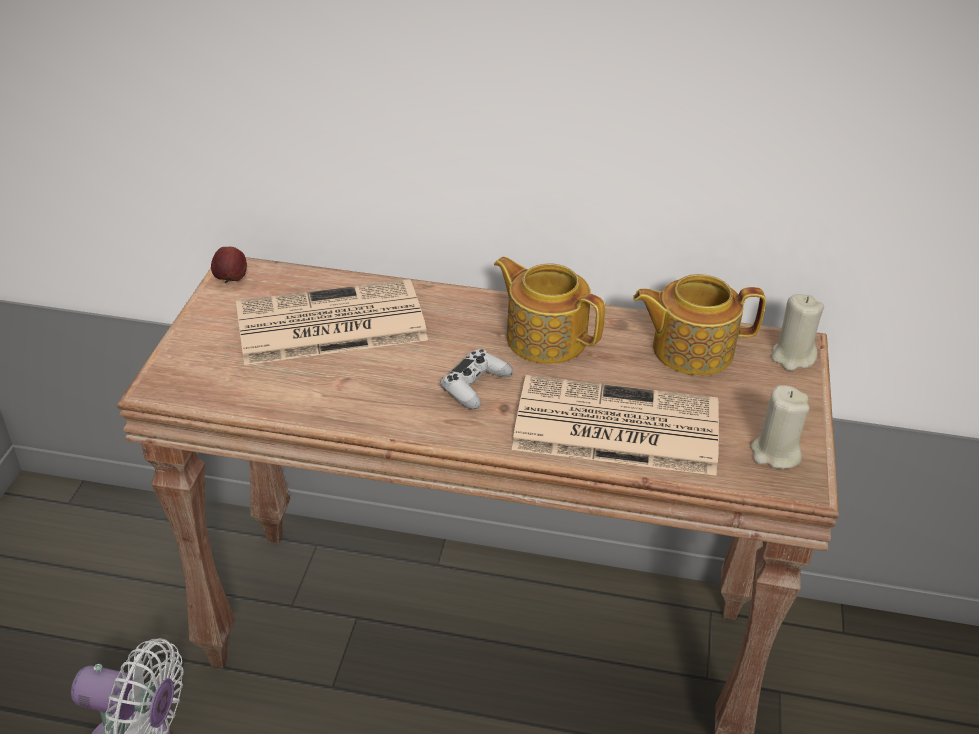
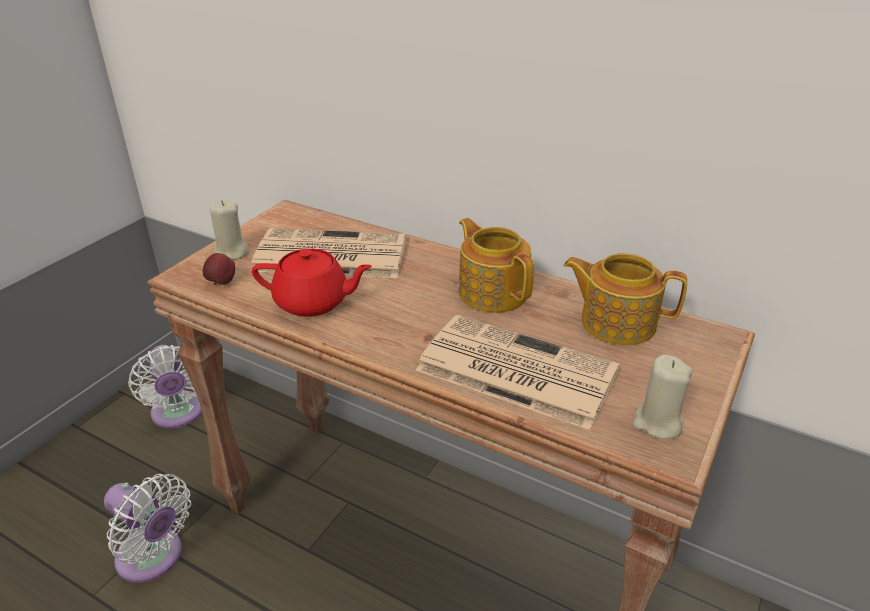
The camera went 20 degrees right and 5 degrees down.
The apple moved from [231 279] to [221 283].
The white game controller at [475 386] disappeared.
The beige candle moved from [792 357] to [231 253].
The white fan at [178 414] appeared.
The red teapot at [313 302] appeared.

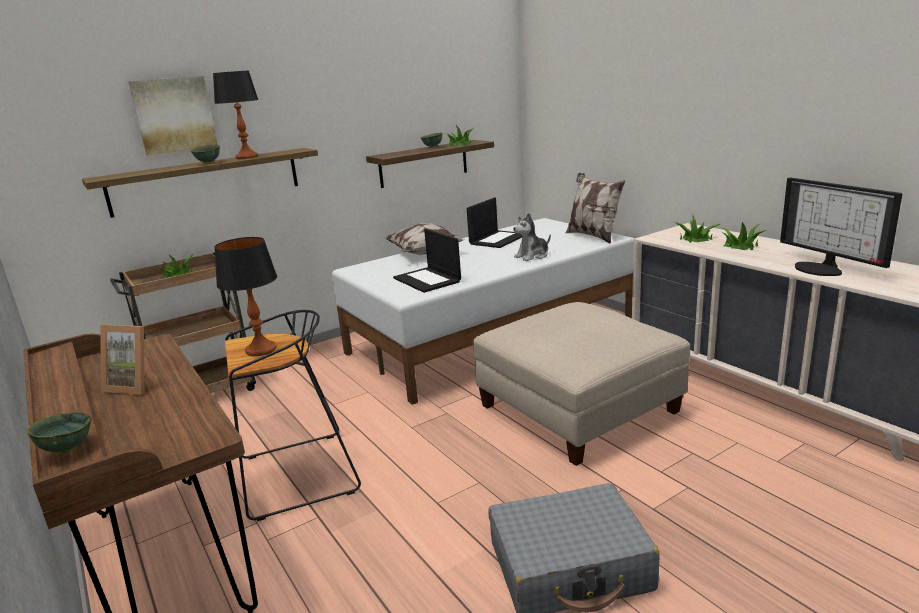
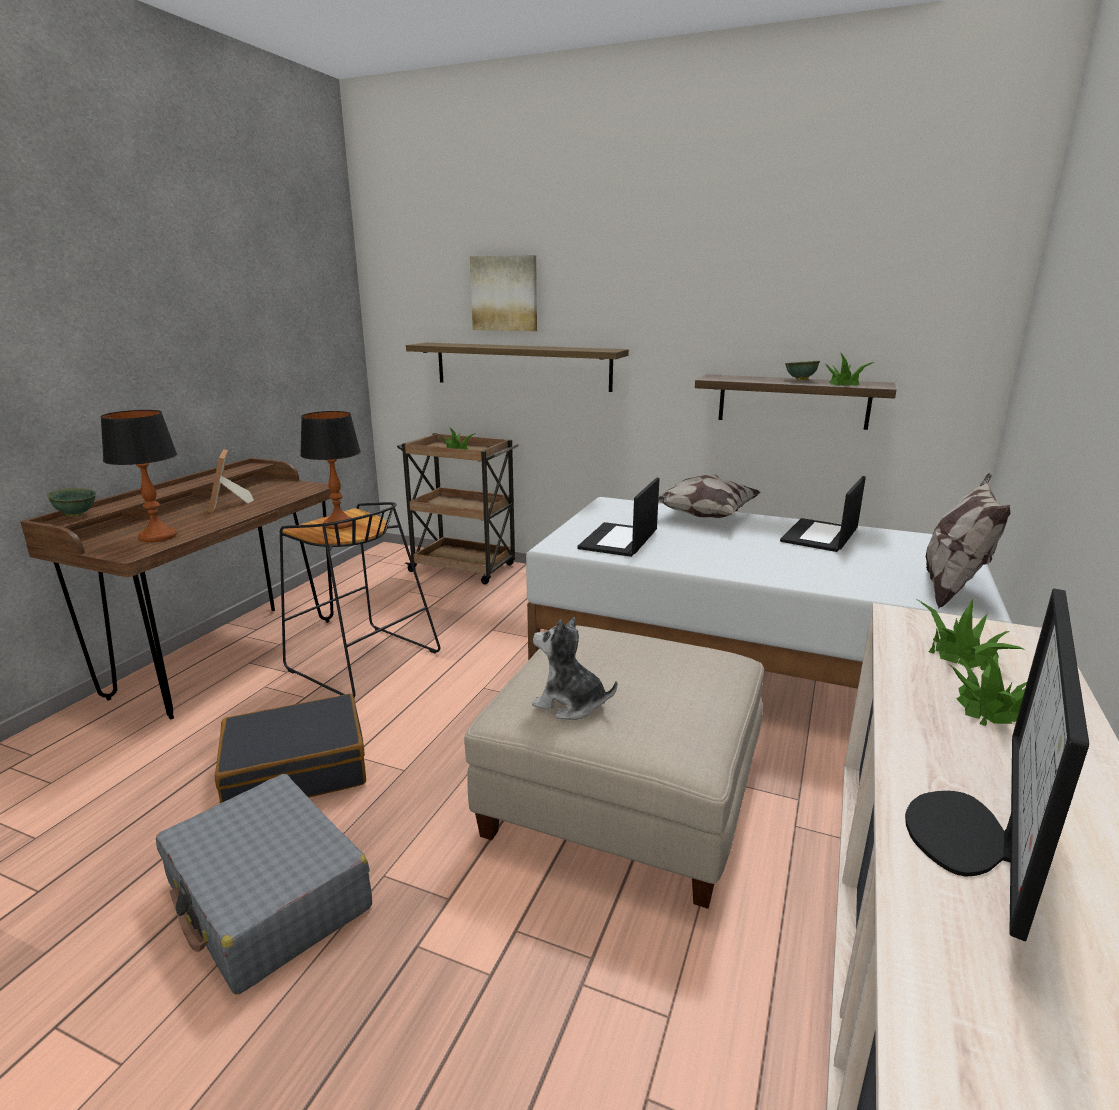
The camera went 55 degrees right and 0 degrees up.
The green bowl at [209 163] disappeared.
The table lamp moved from [247 157] to [157 536].
The laptop at [497 239] turned 120 degrees clockwise.
The plush toy moved from [532 256] to [570 704].
The black suitcase at [296 769] appeared.

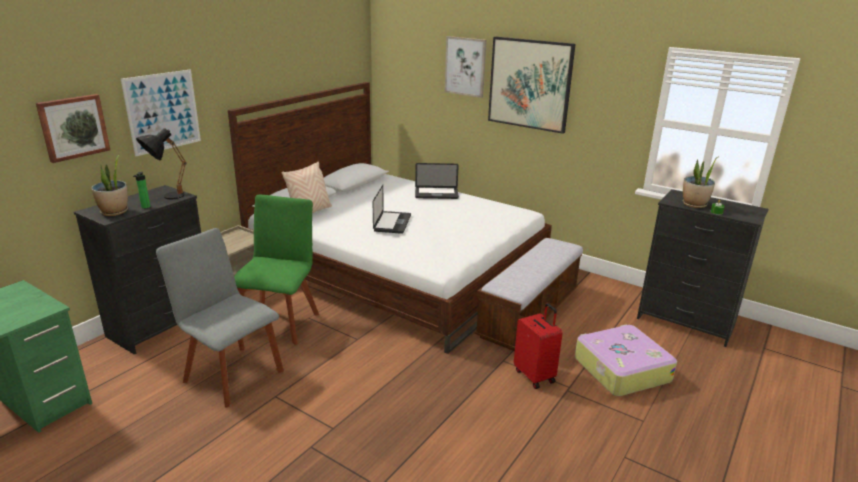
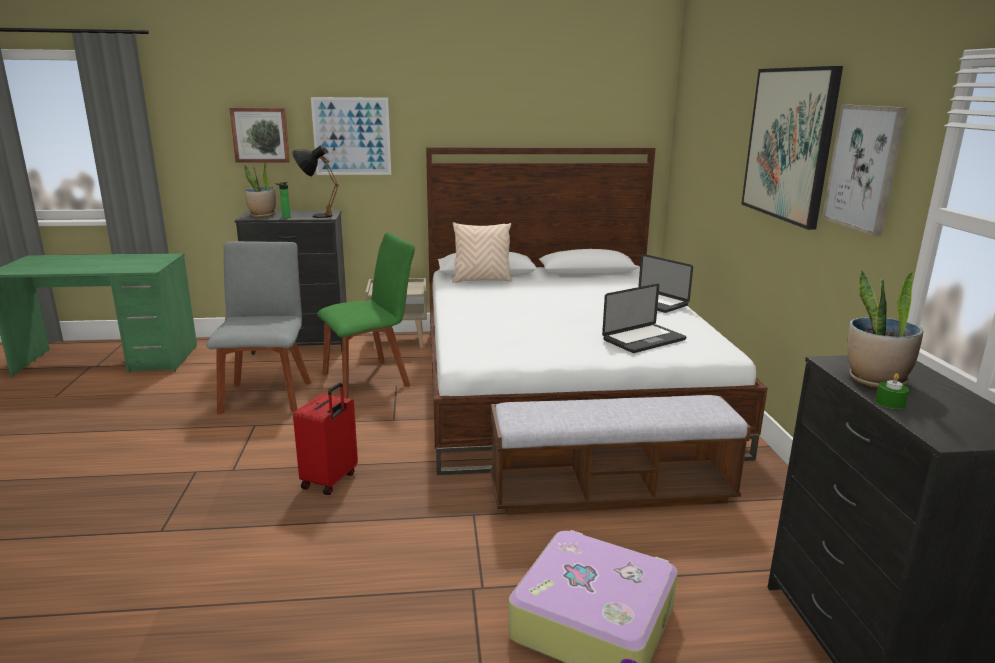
The camera went 50 degrees right and 5 degrees down.
The laptop moved from [392 223] to [644 340].
The picture moved from [465 66] to [864 168].
The red suitcase moved from [535 376] to [330 480].

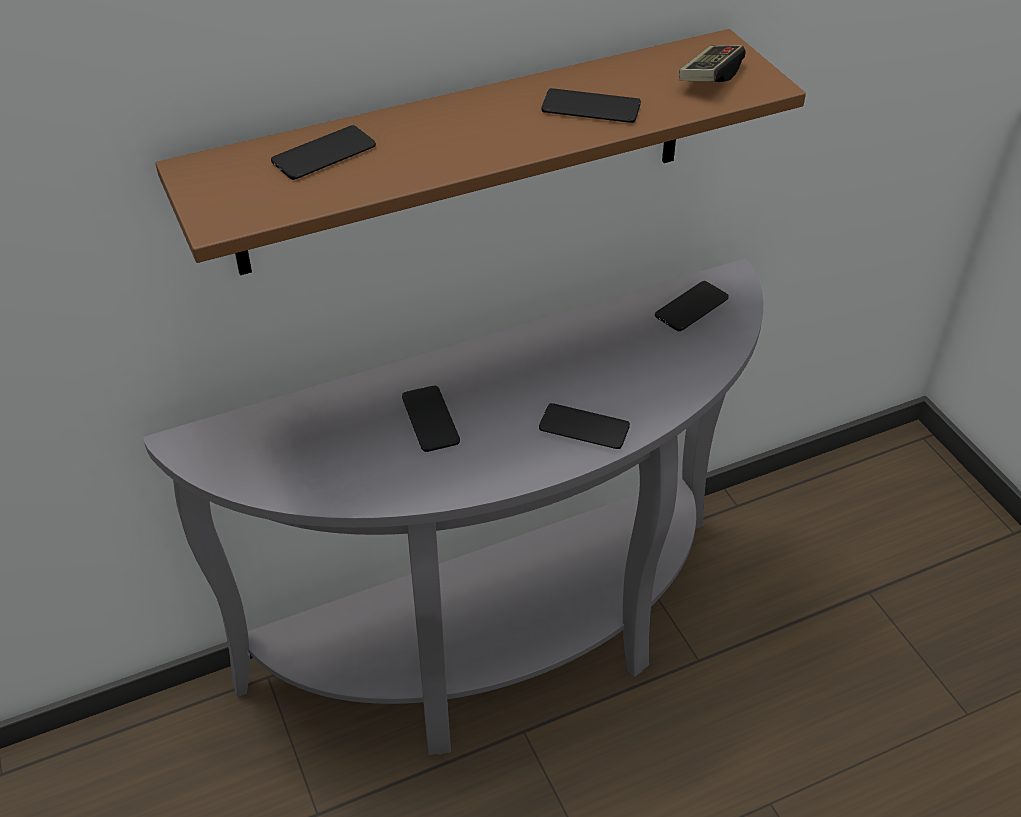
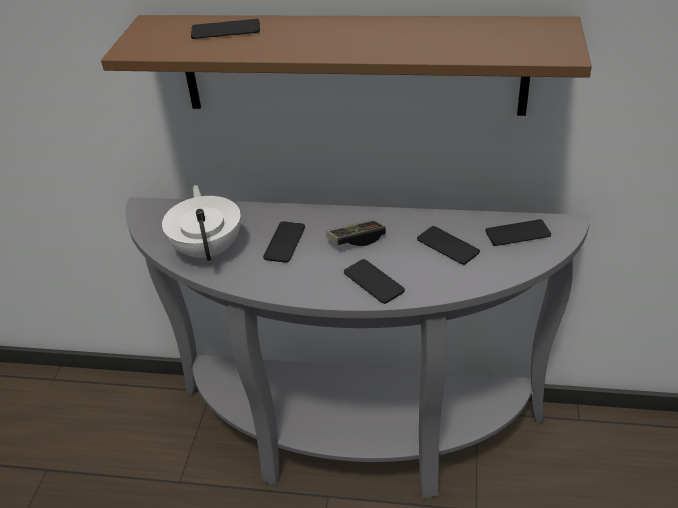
The camera went 35 degrees right and 5 degrees down.
The phone moved from [591 107] to [447 246].
The game controller moved from [710 77] to [356 240].
The white teapot at [208 249] appeared.

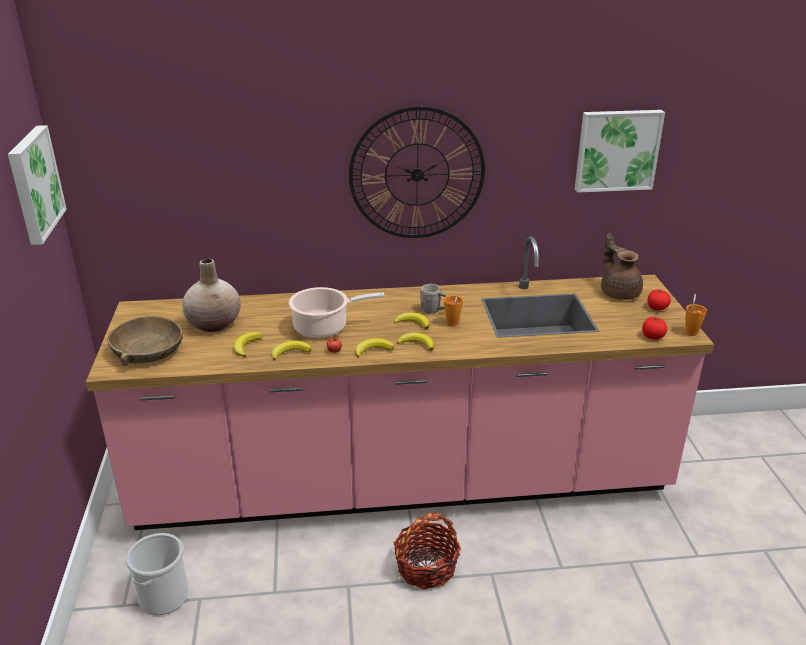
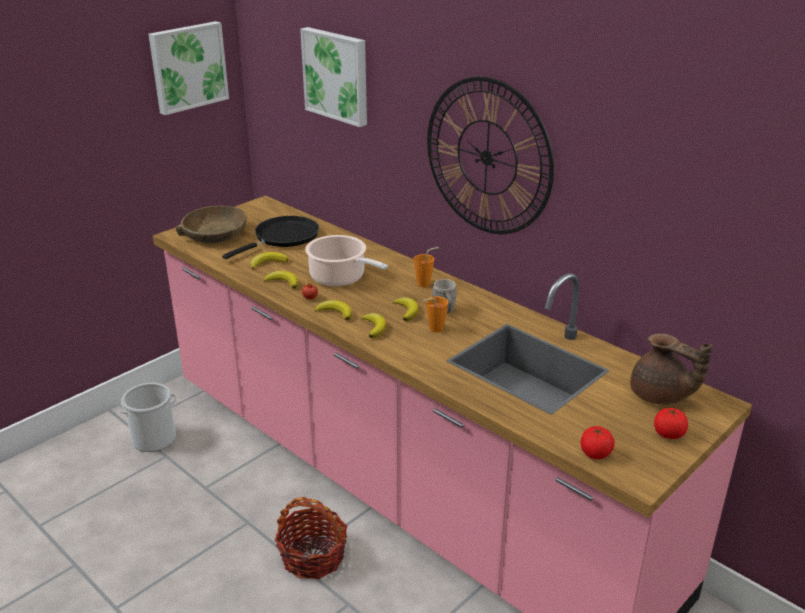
The camera went 50 degrees right and 0 degrees up.
The beige vase at [214 324] was replaced by the black frying pan at [283 237].
The picture moved from [617 150] to [337 75].
The brown teapot at [619 292] turned 105 degrees clockwise.
The orange cup moved from [691 331] to [426 283].

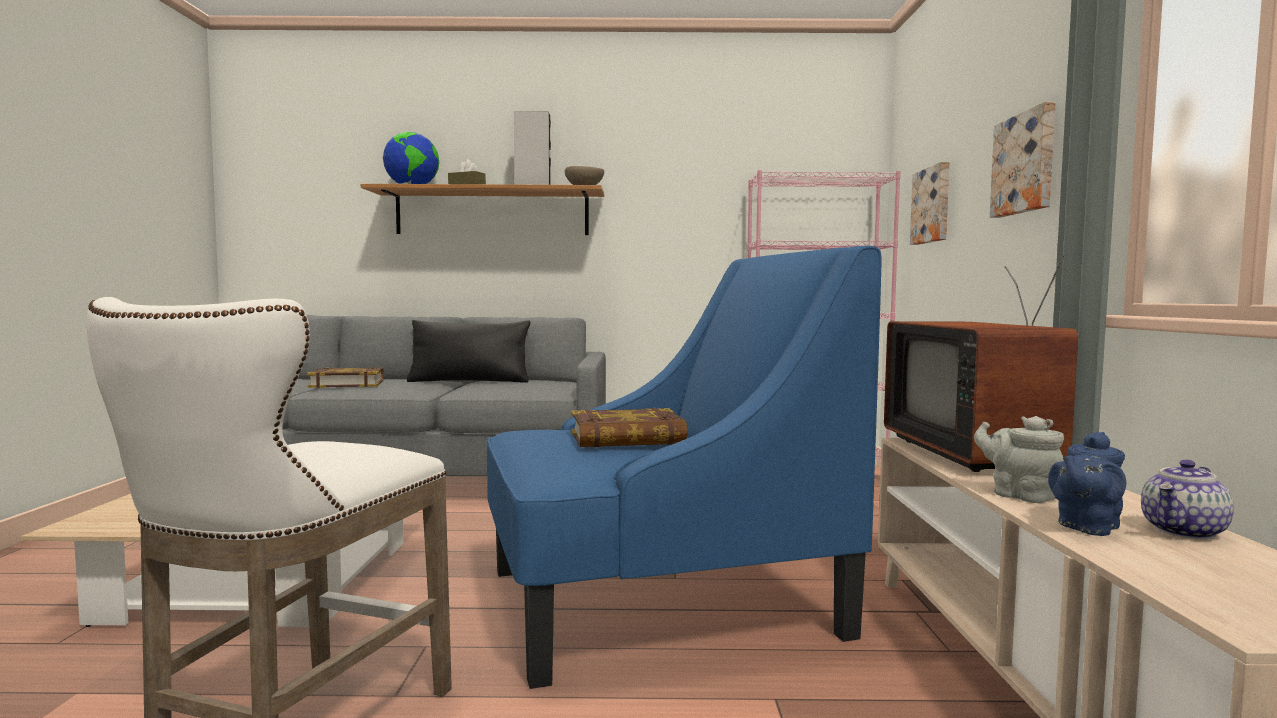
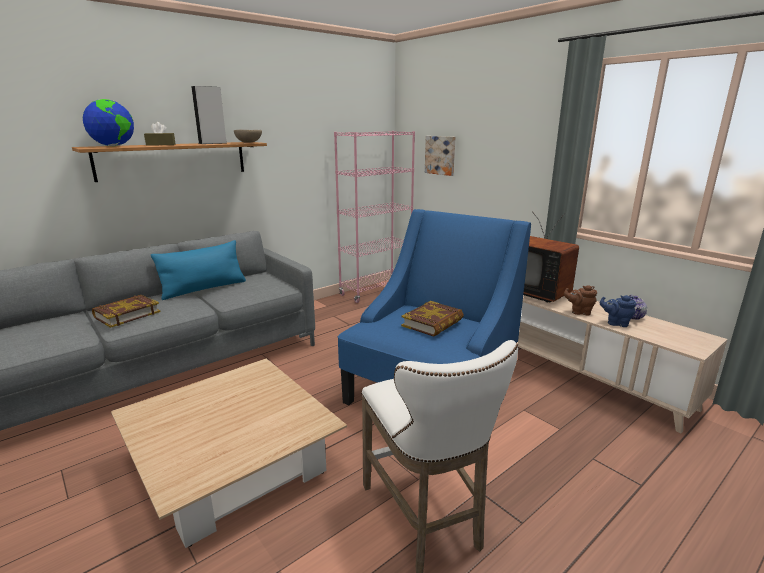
The camera went 40 degrees left and 15 degrees up.
The black pillow at [469 381] became the blue pillow at [204 289].
The grey teapot at [1019 495] became the brown teapot at [579 312].
The picture at [1026 163] disappeared.
The blue teapot at [1086 527] turned 105 degrees clockwise.

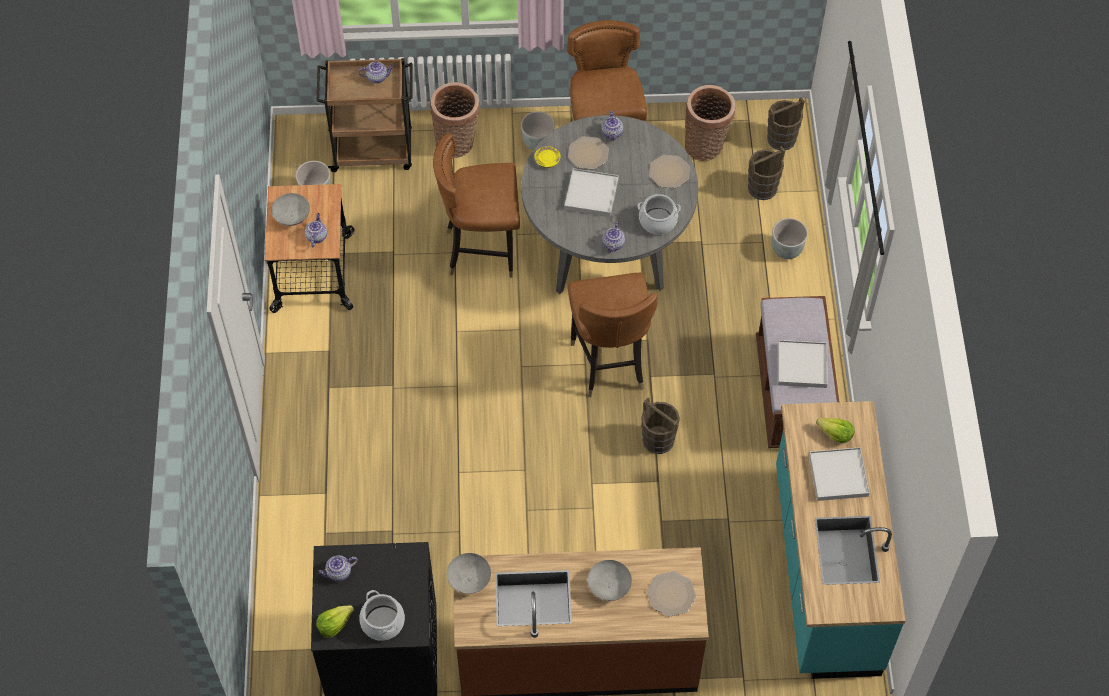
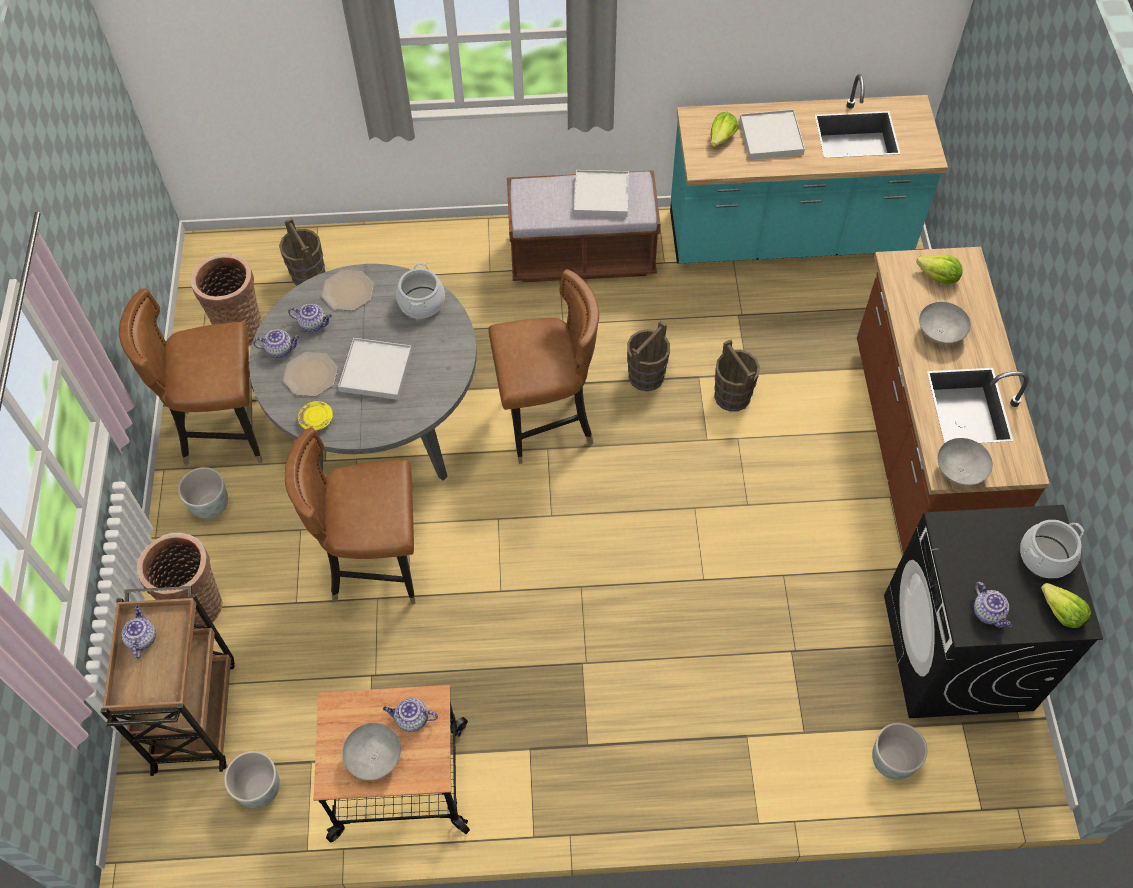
The camera went 90 degrees left and 0 degrees up.
The brown chair at [481 250] turned 90 degrees clockwise.
The teapot moved from [613 244] to [313 324].
The plate at [670 594] was replaced by the lettuce at [938 278].
The brown bucket moved from [781 139] to [732 396].
The grey planter moved from [786 250] to [892 762].

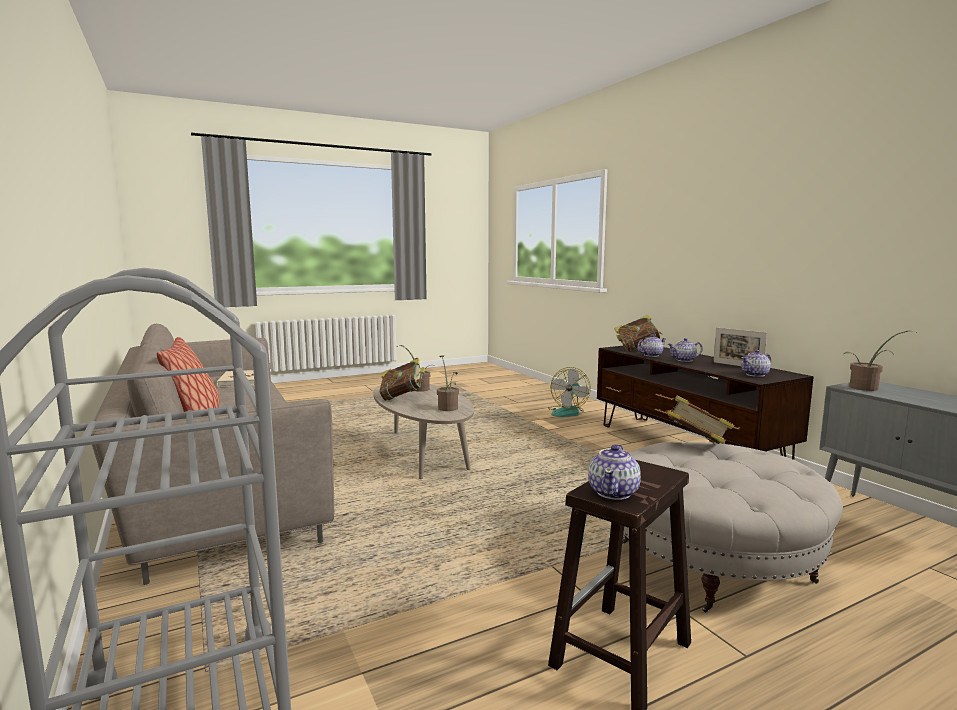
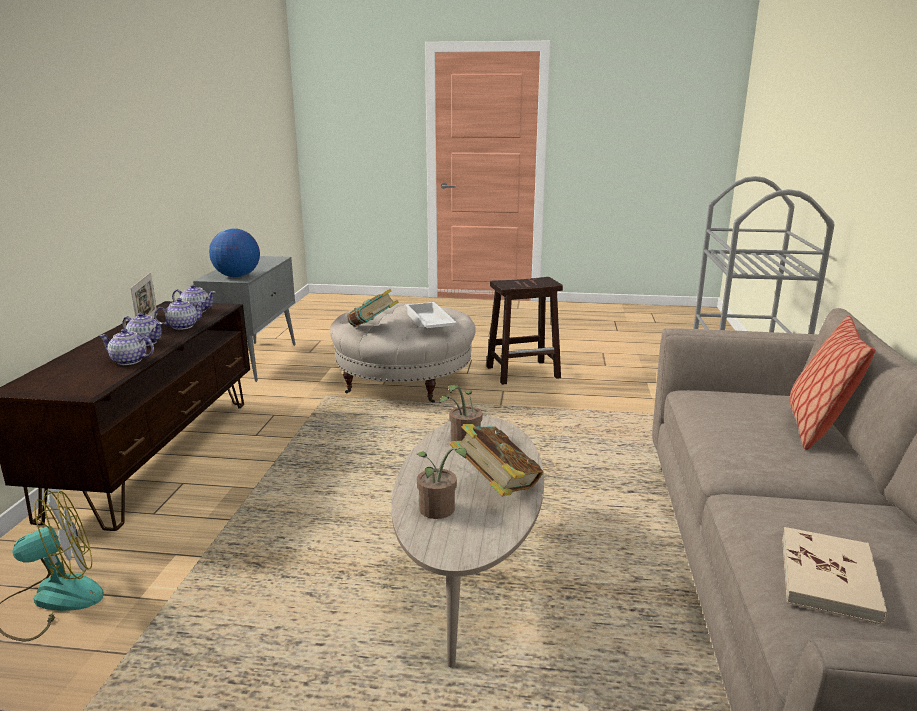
The camera went 145 degrees left and 10 degrees up.
The teapot moved from [614 492] to [182 326].
The book at [637 349] disappeared.
The potted plant at [868 388] was replaced by the globe at [237 276].
The white tray at [428 322] appeared.

